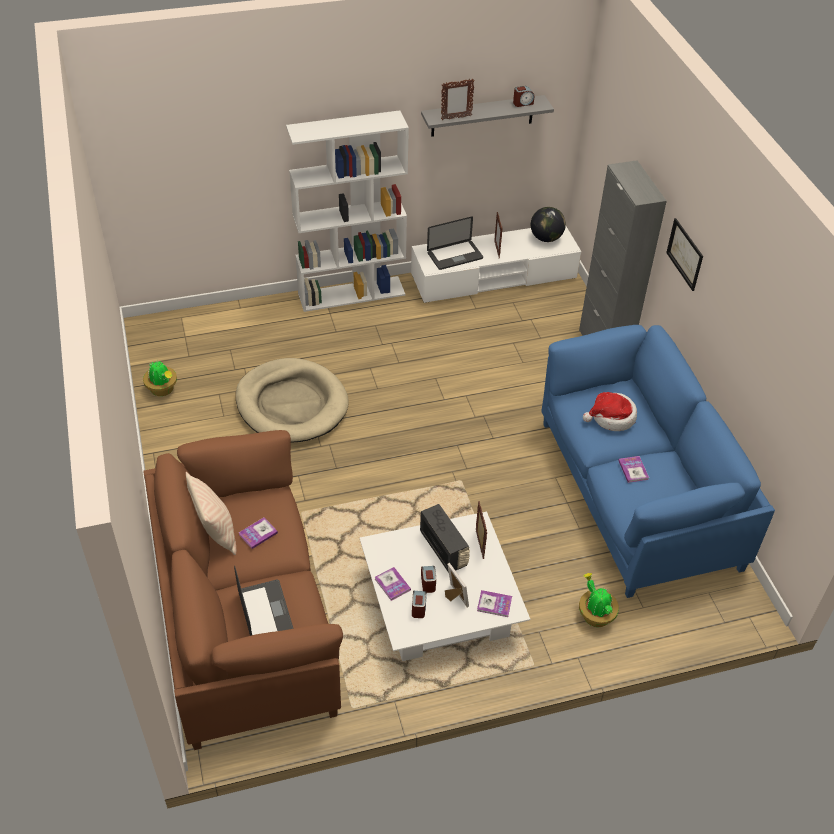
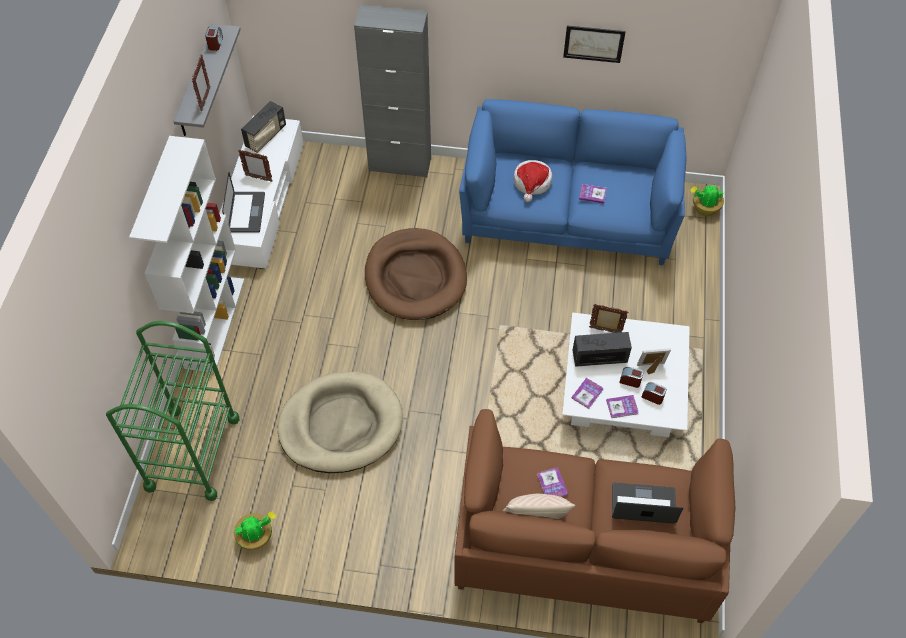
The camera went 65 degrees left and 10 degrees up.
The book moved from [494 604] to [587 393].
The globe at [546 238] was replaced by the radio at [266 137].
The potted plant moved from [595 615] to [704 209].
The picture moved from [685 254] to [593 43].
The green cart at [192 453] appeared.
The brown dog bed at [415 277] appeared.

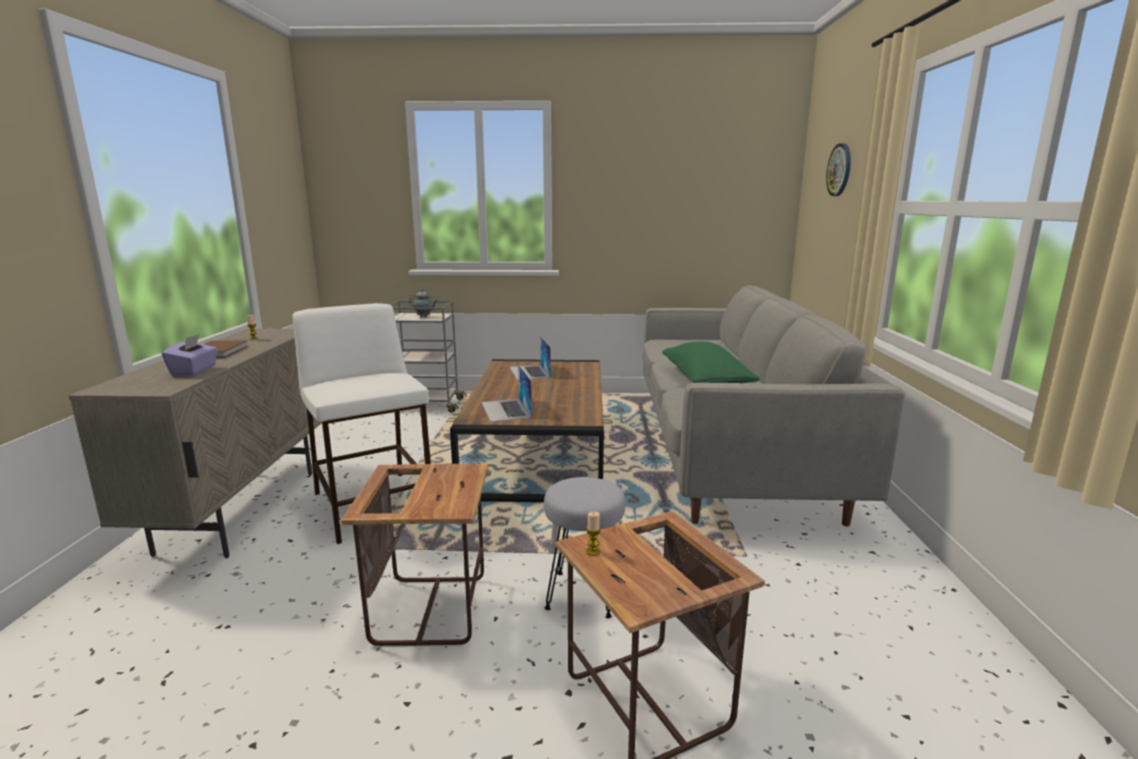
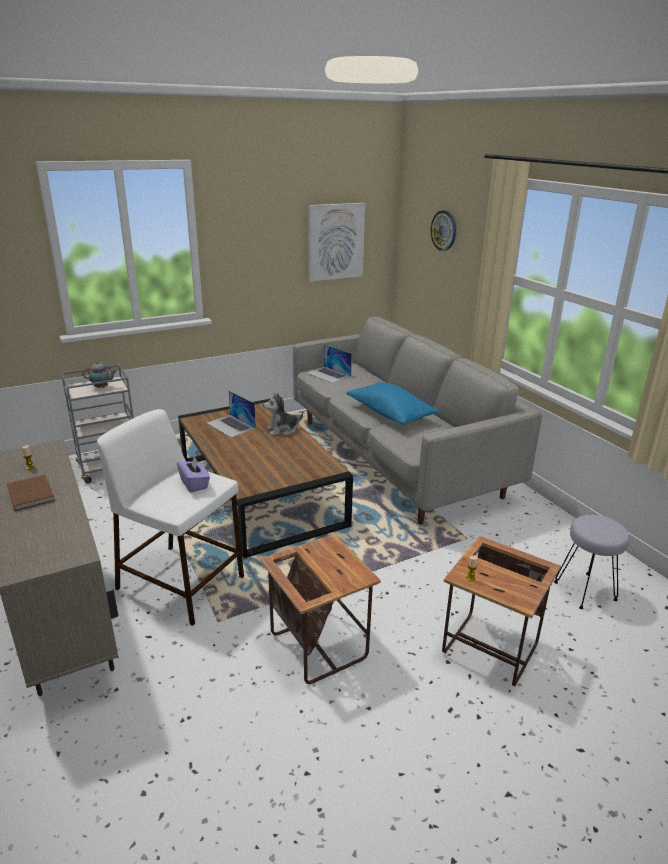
The camera went 30 degrees left and 10 degrees up.
The purple tissue box moved from [194 371] to [194 484].
The laptop moved from [506 410] to [328 374].
The grey stool moved from [584 594] to [585 591].
The green pillow at [705 381] became the blue pillow at [390 414].
The plush toy at [282 430] appeared.
The picture at [335 241] appeared.

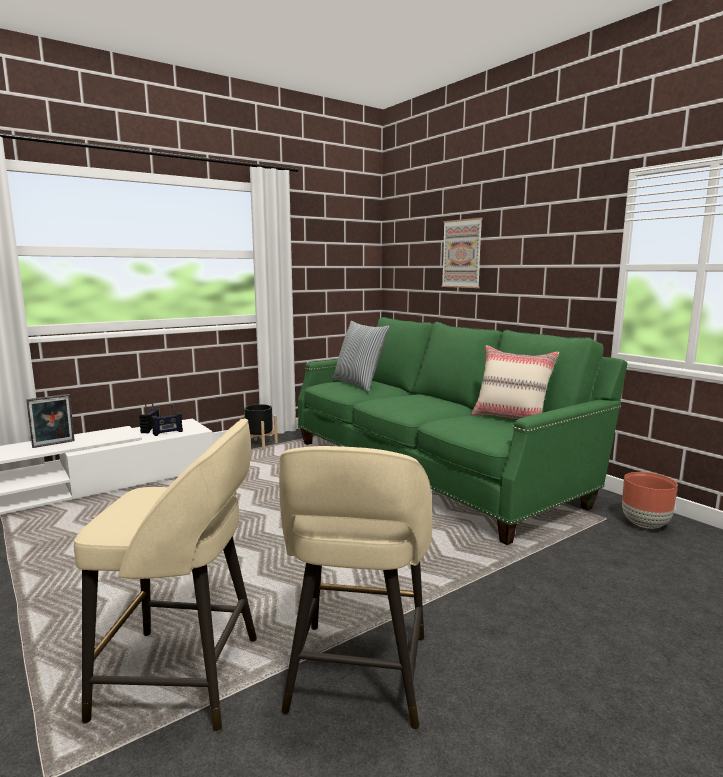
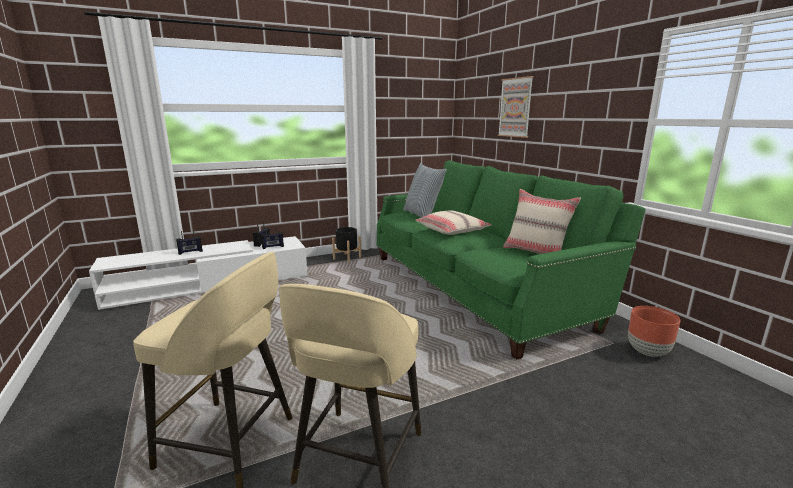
The camera went 10 degrees right and 5 degrees up.
The picture frame at [54 444] was replaced by the radio at [190 252].
The beige pillow at [452 230] appeared.

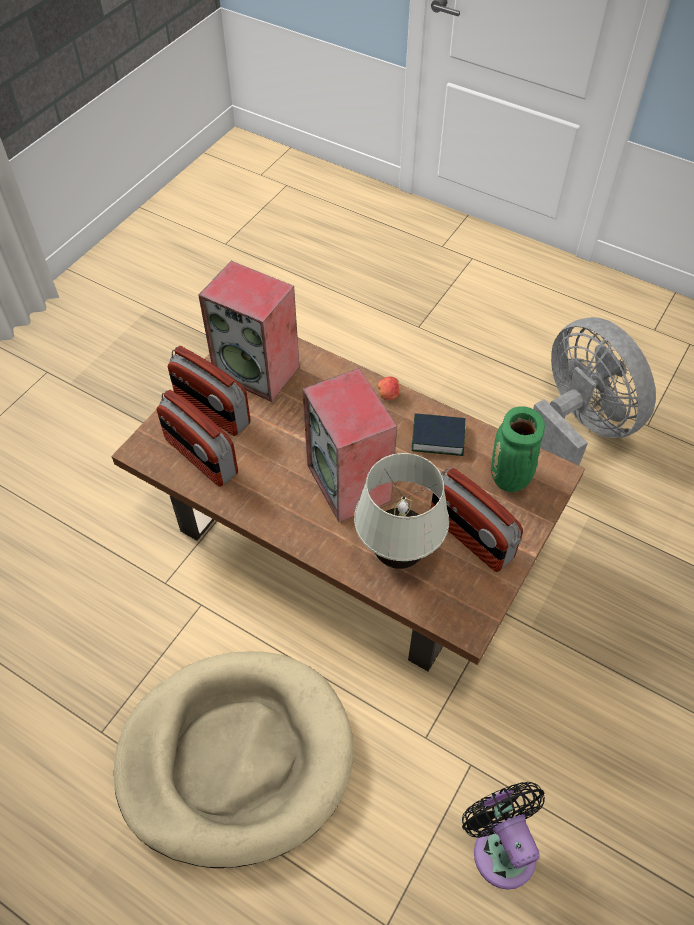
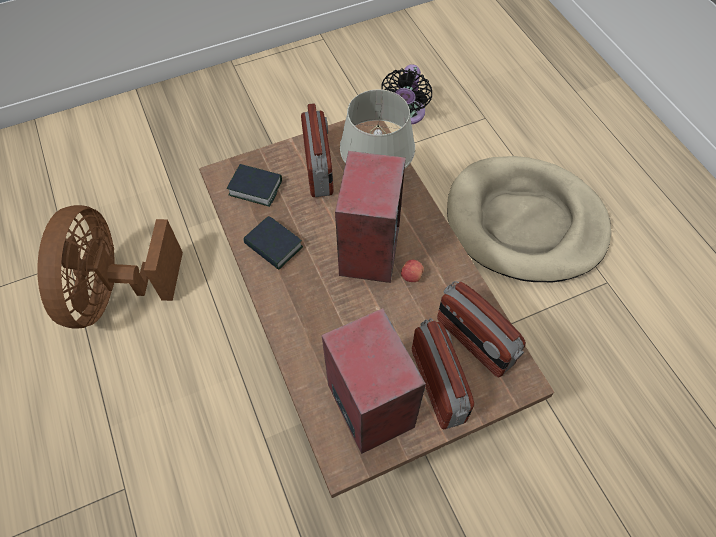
The camera went 145 degrees left and 5 degrees up.
The radio at [200 457] turned 150 degrees clockwise.
The apple moved from [389 395] to [411 276].
The green vase at [510 479] was replaced by the book at [255 188].
The grey fan at [577 427] became the brown fan at [117 292].

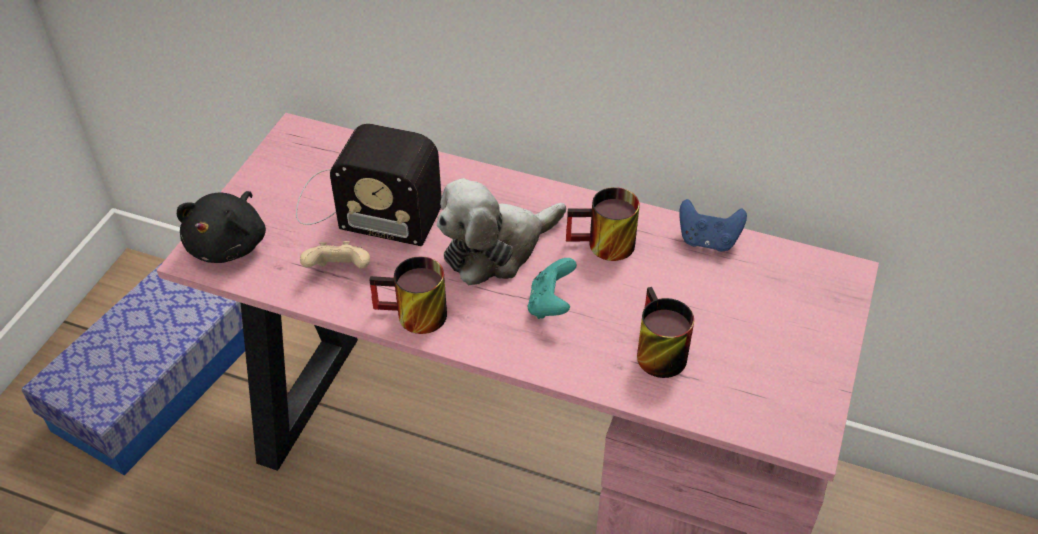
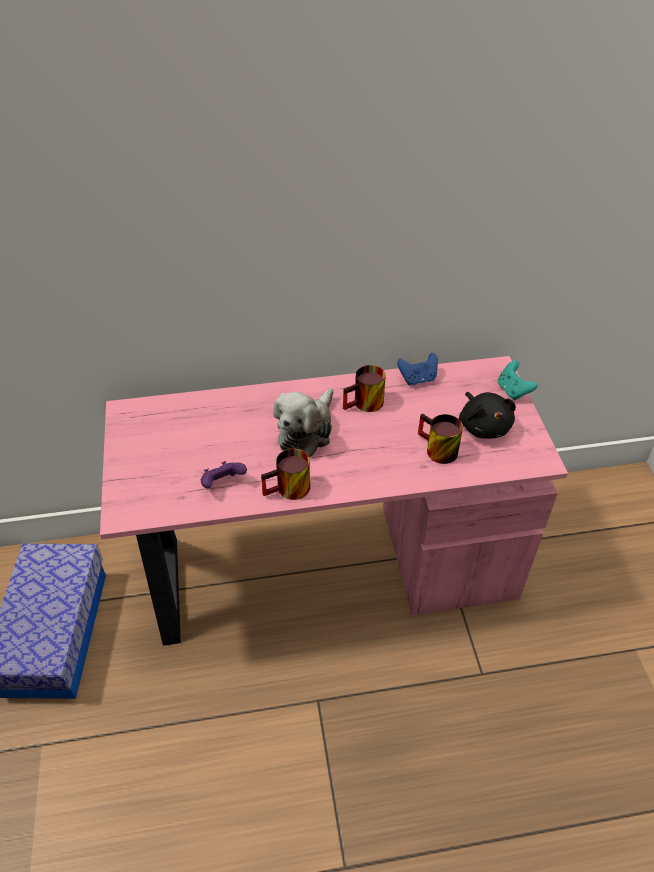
The camera went 30 degrees left and 0 degrees up.
The black plush toy moved from [230 244] to [483 425].
The radio at [363 206] disappeared.
The beige game controller at [340 271] became the purple game controller at [223 483].
The turquoise game controller moved from [550 304] to [513 391].

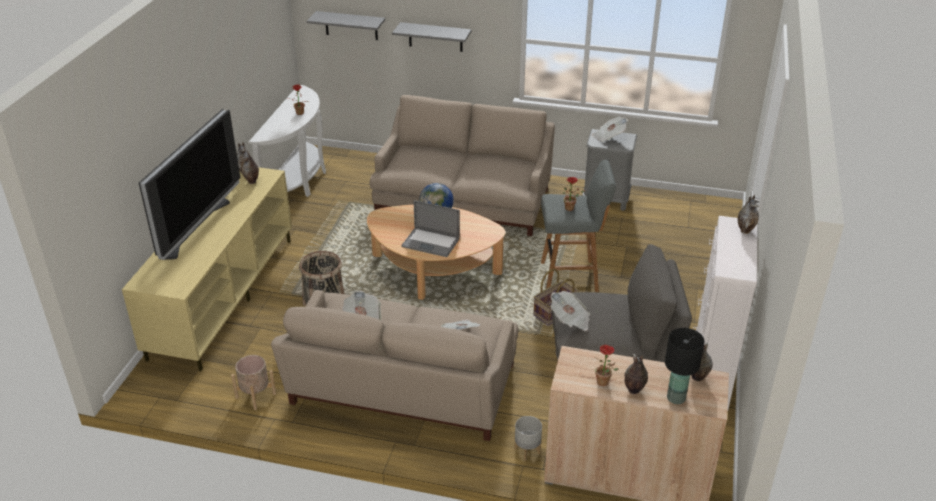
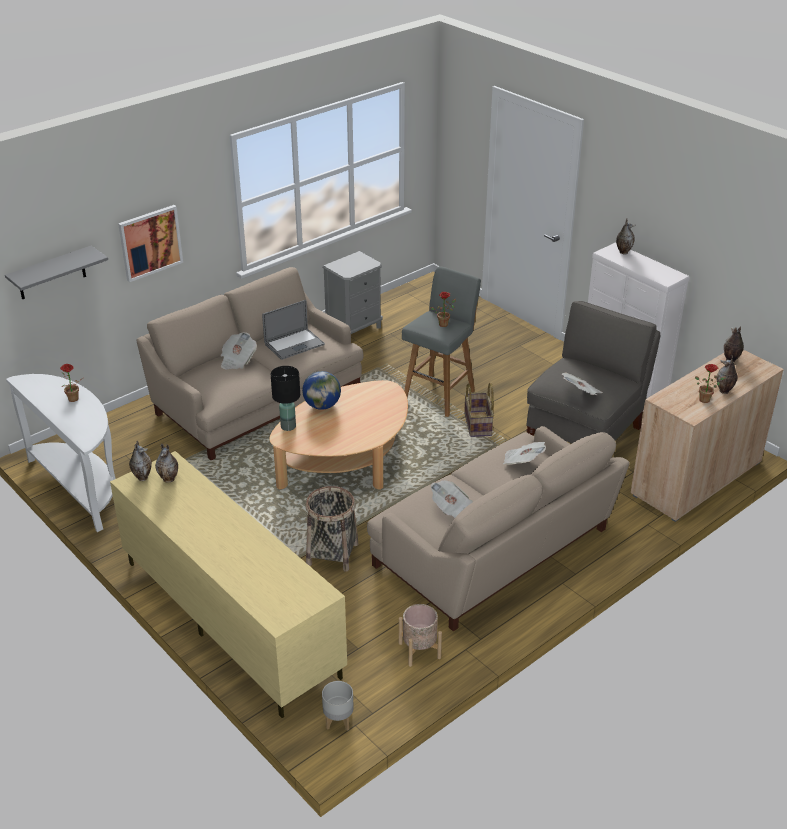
The camera went 55 degrees left and 0 degrees up.
The television at [195 227] disappeared.
The grey shelf at [435 37] was replaced by the picture at [150 242].
The laptop moved from [430 242] to [294 344].
The grey planter moved from [527 451] to [338 721].
The newspaper moved from [608 137] to [237 360].
The black table lamp moved from [676 398] to [288 426].

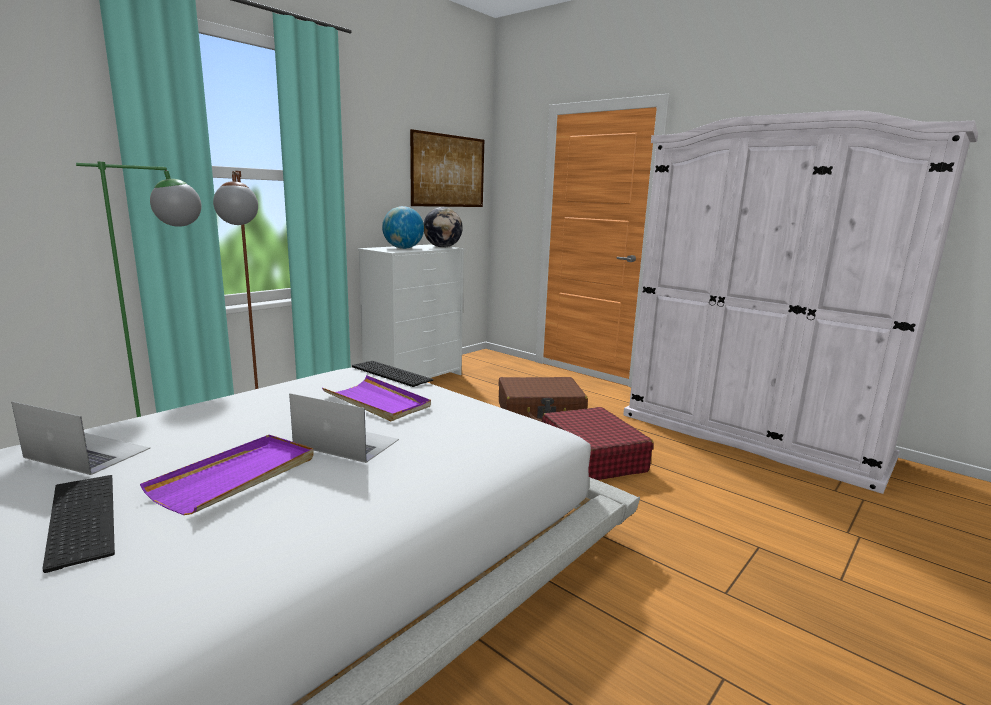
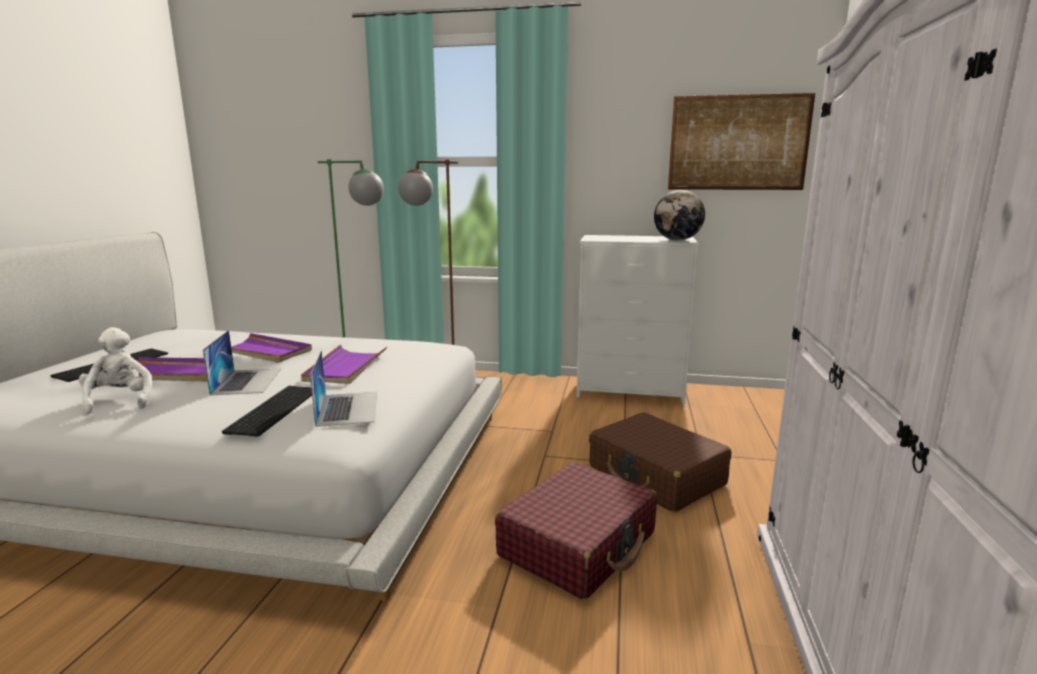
The camera went 60 degrees right and 0 degrees up.
The laptop moved from [87 453] to [348 408].
The keyboard moved from [389 373] to [273 409].
The globe at [403 248] disappeared.
The white plush toy at [120 401] appeared.
The purple tray at [263 351] appeared.

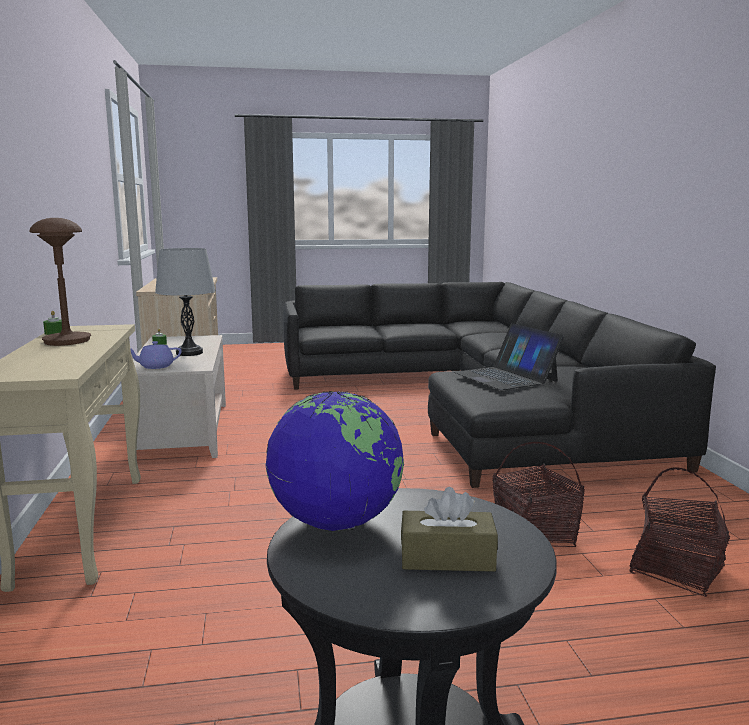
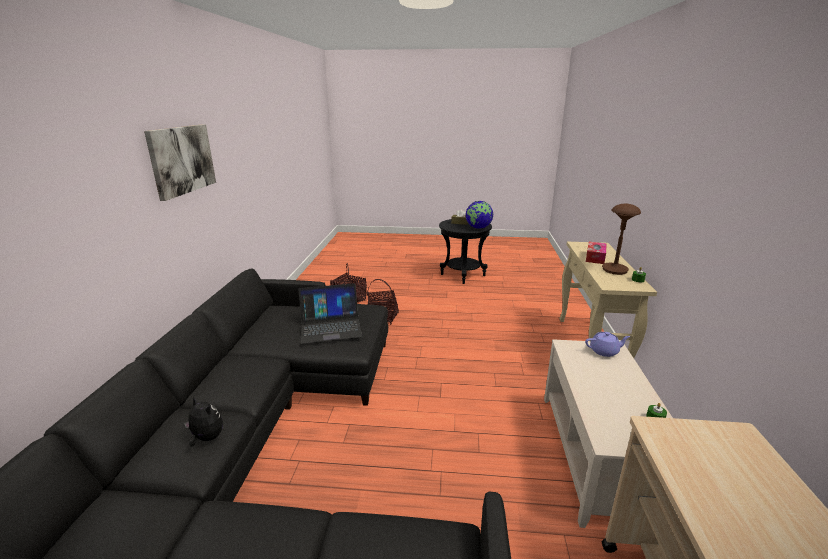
The camera went 165 degrees left and 10 degrees up.
The grey table lamp at [189 353] disappeared.
The laptop at [506 377] turned 90 degrees clockwise.
The picture at [182 160] appeared.
The plush toy at [206 438] appeared.
The tissue box at [595 257] appeared.

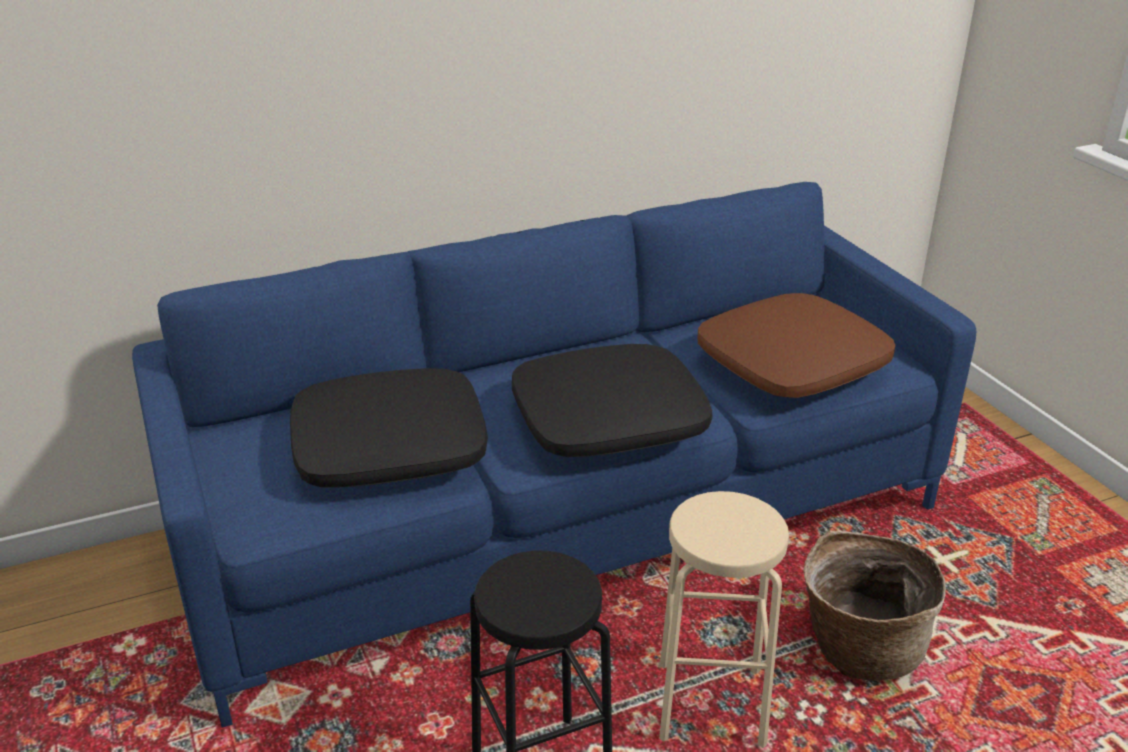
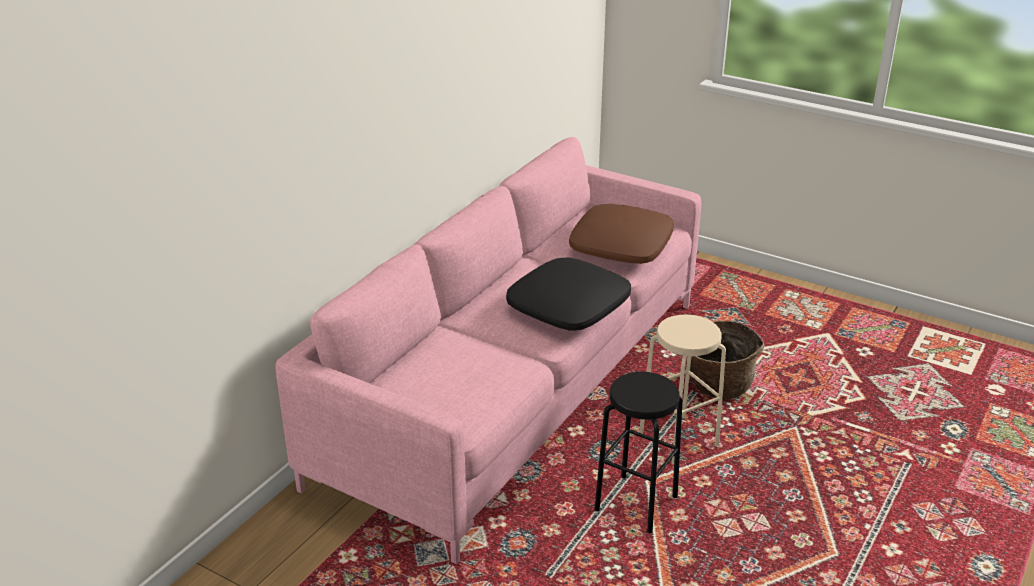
The camera went 35 degrees left and 0 degrees up.
The blue sofa at [564 523] became the pink sofa at [516 389].
The black pillow at [390 447] disappeared.

